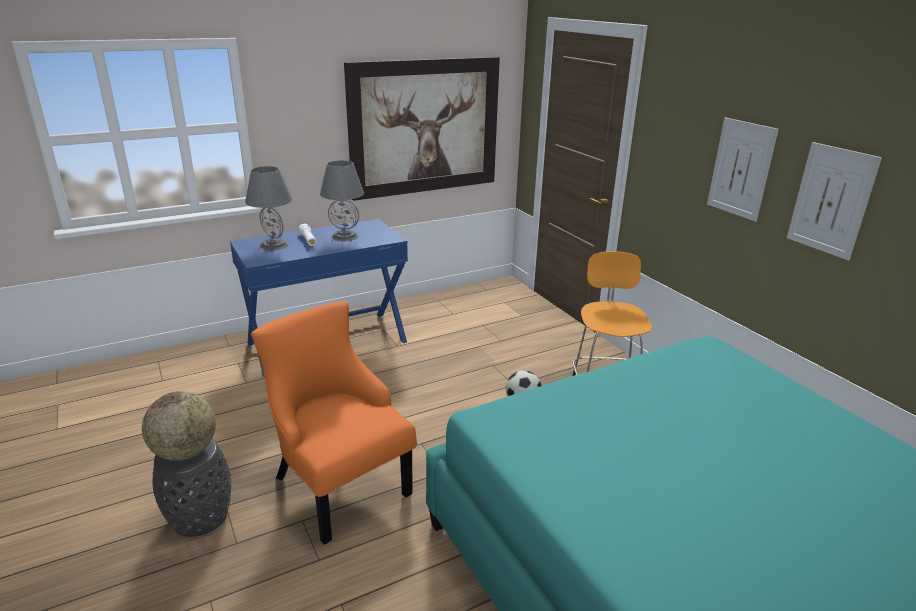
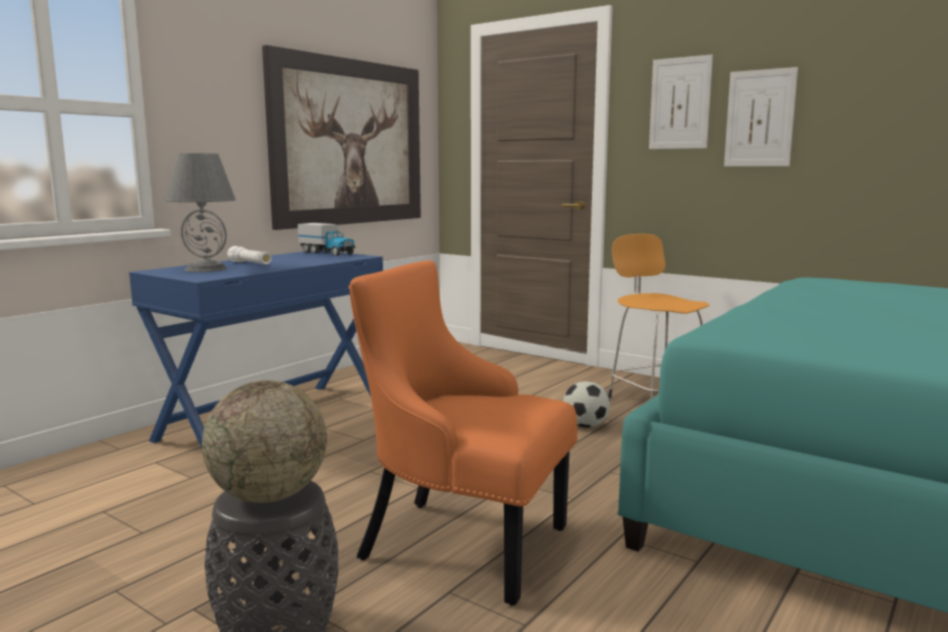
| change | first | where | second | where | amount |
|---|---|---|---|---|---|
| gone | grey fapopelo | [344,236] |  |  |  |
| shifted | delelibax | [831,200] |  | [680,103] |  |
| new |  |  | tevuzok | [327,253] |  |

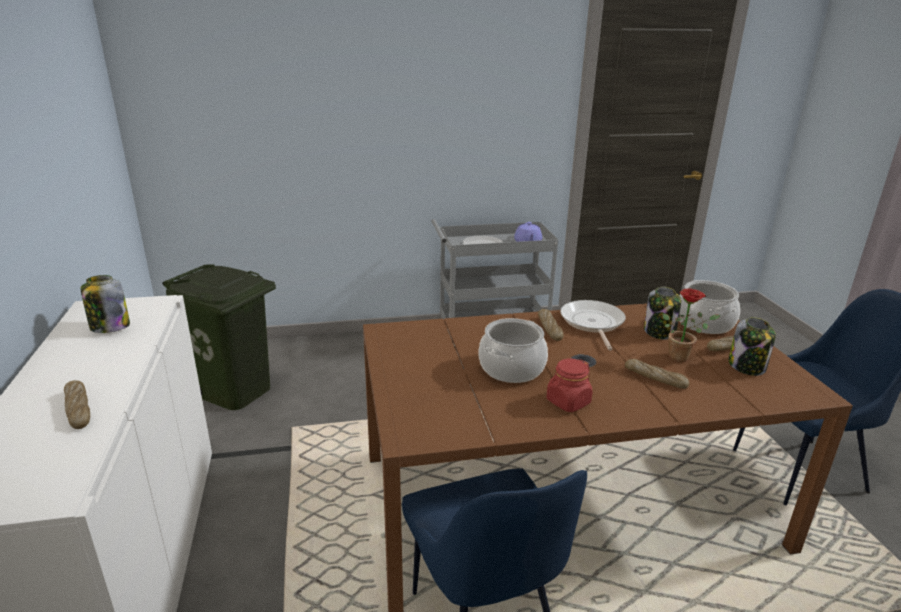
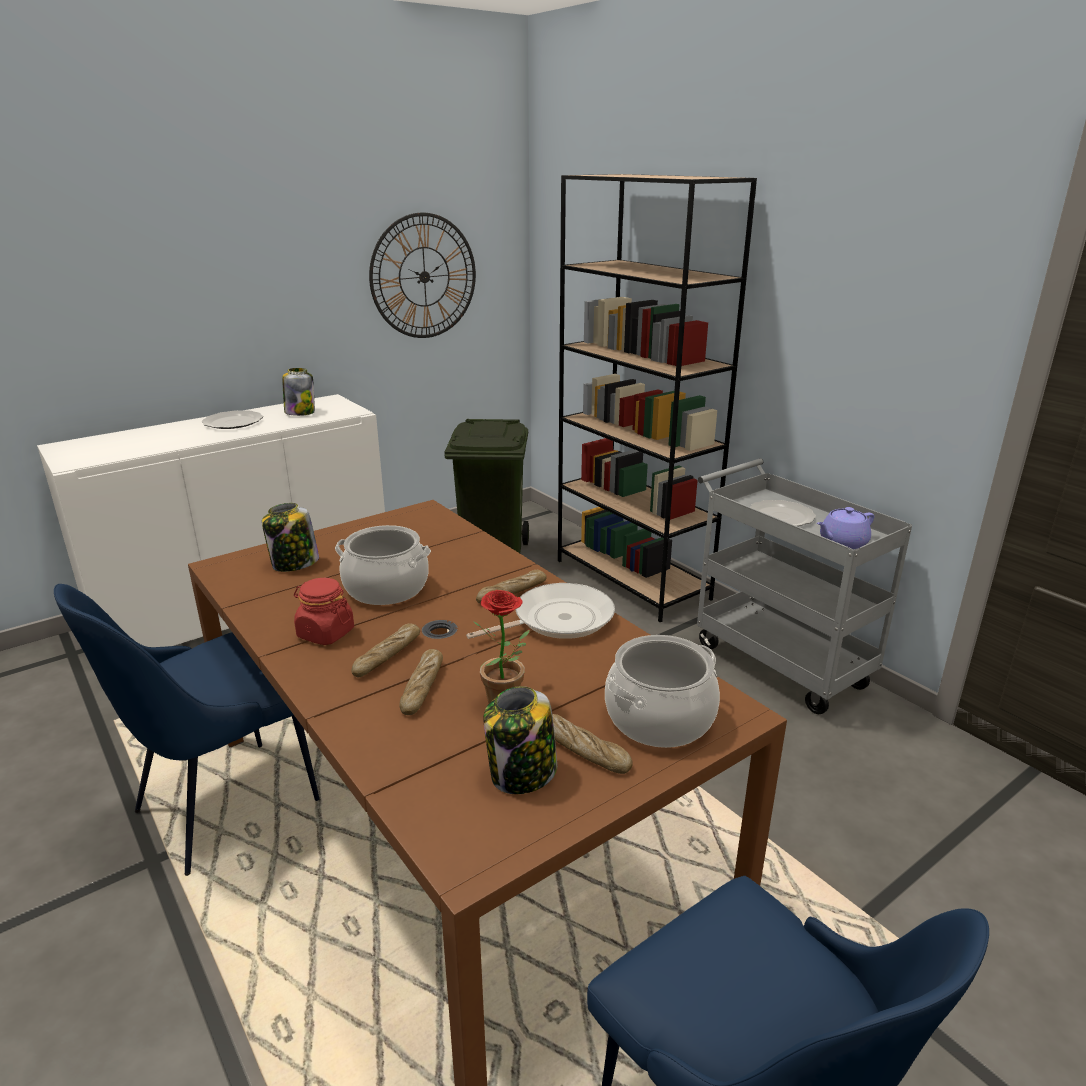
| change | first | where | second | where | amount |
|---|---|---|---|---|---|
| shifted | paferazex | [78,409] |  | [387,656] |  |
| shifted | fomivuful | [659,332] |  | [294,564] |  |
| new |  |  | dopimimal | [233,422] |  |
| new |  |  | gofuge | [424,277] |  |
| new |  |  | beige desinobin | [633,579] |  |

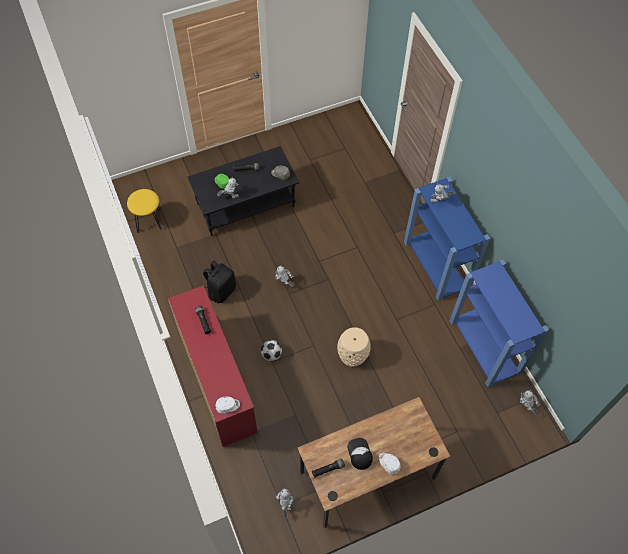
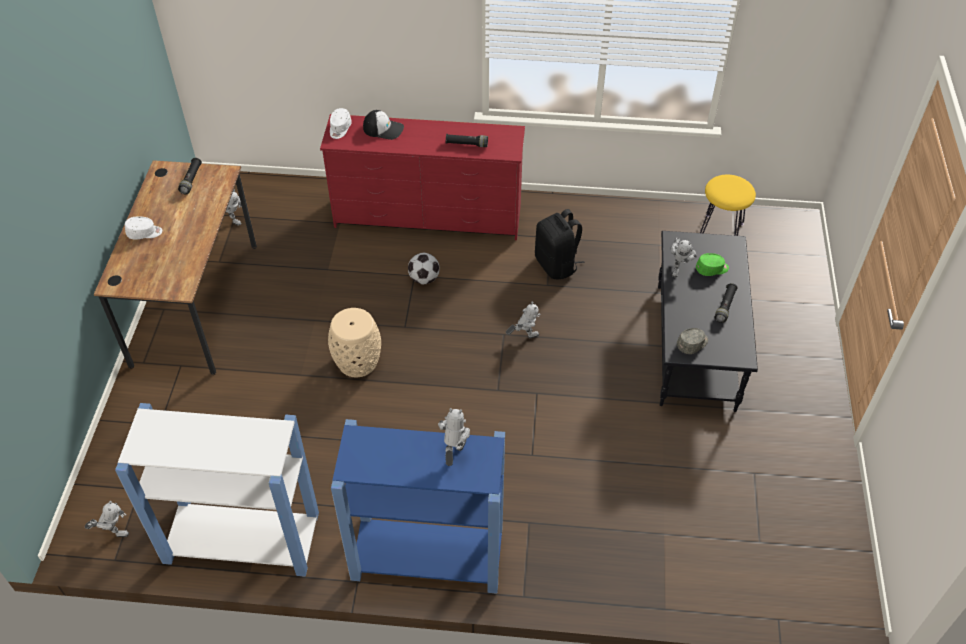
| change | first | where | second | where | amount |
|---|---|---|---|---|---|
| shifted | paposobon | [359,454] |  | [383,129] |  |
| repainted | blue desinobin | [485,346] | white desinobin | [241,537] |  |

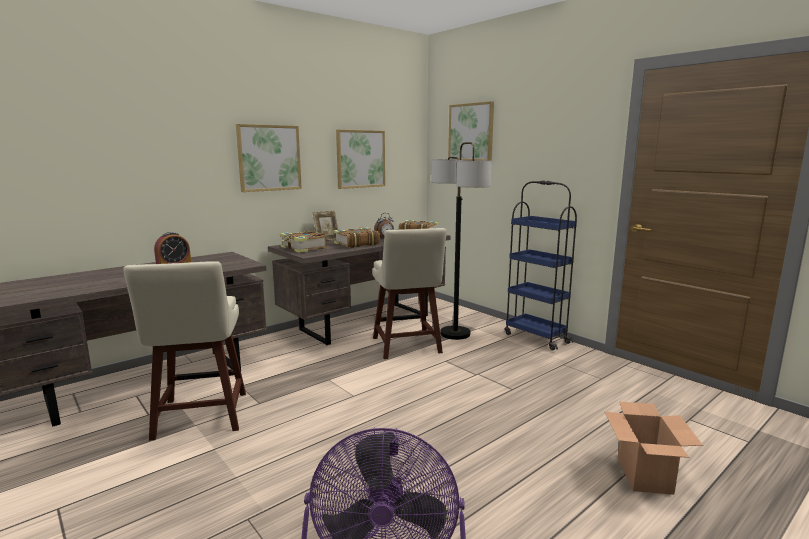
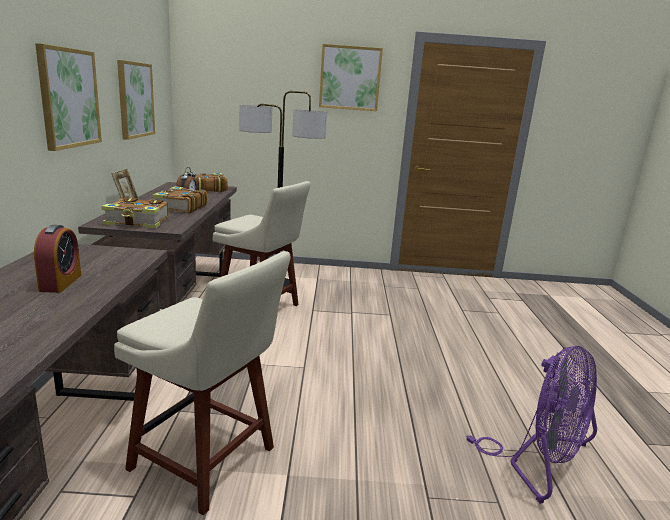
| change | first | where | second | where | amount |
|---|---|---|---|---|---|
| shifted | delelibax | [471,132] |  | [350,78] |  |
| gone | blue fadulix | [536,338] |  |  |  |
| gone | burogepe | [645,476] |  |  |  |

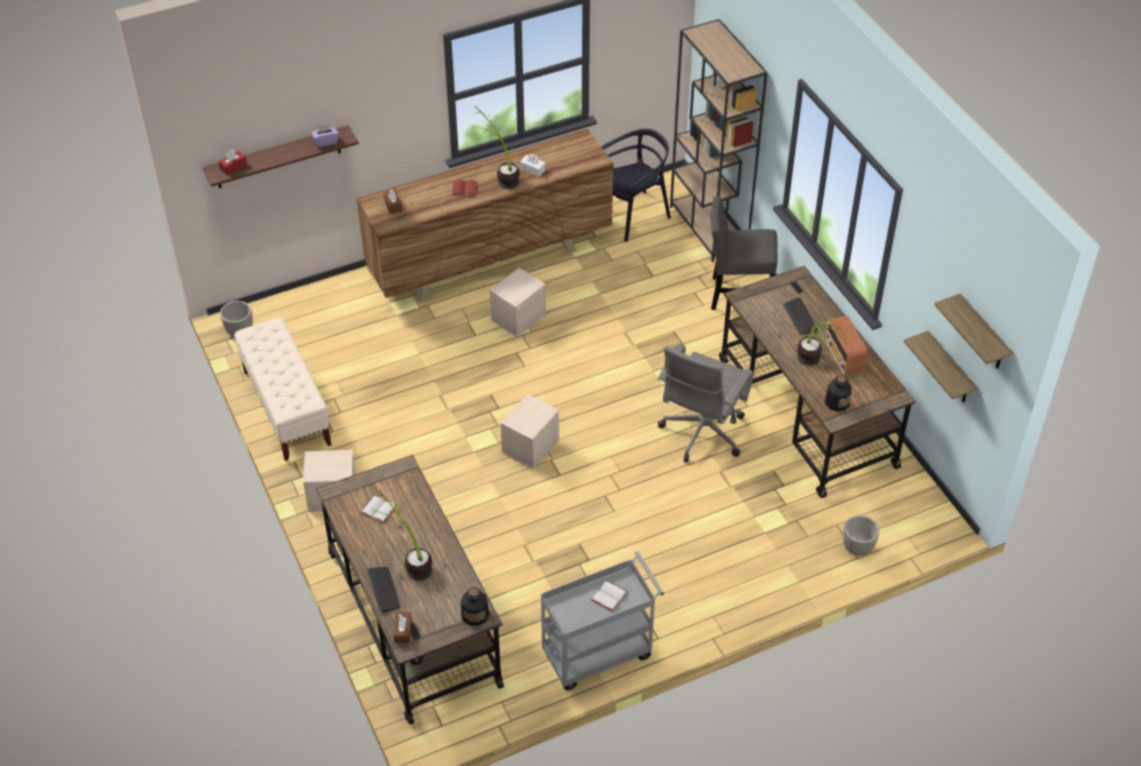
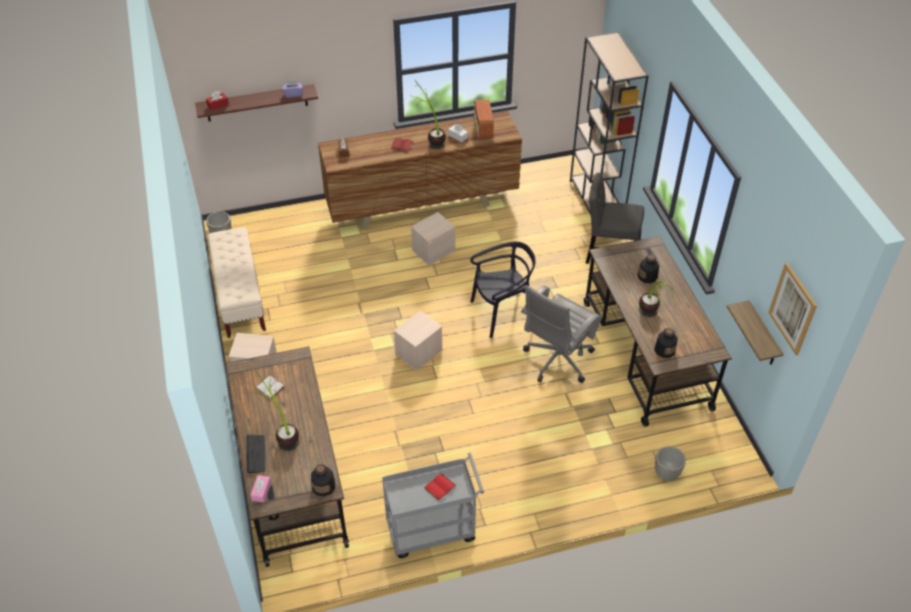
| change | first | where | second | where | amount |
|---|---|---|---|---|---|
| repainted | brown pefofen | [403,631] | pink pefofen | [261,491] |  |
| repainted | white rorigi | [608,595] | red rorigi | [439,486] |  |
| shifted | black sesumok | [632,215] |  | [502,313] |  |
| swapped | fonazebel | [800,317] | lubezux | [647,276] |  |
| shifted | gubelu | [843,358] |  | [483,129] |  |
| swapped | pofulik | [983,335] | delelibax | [792,309] |  |

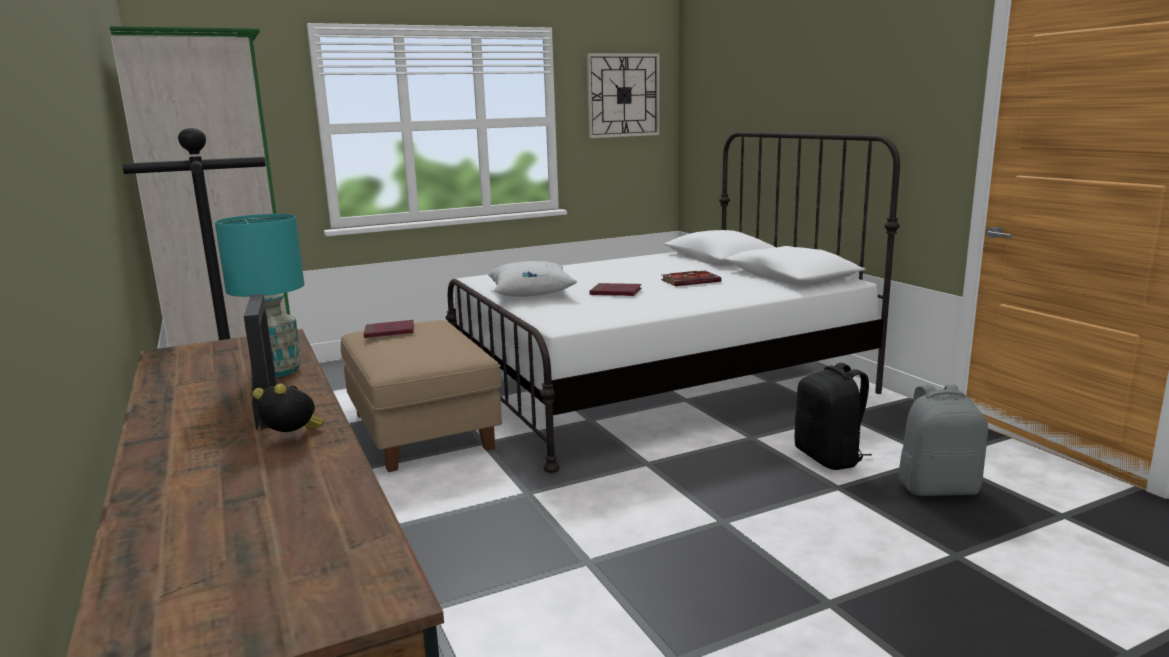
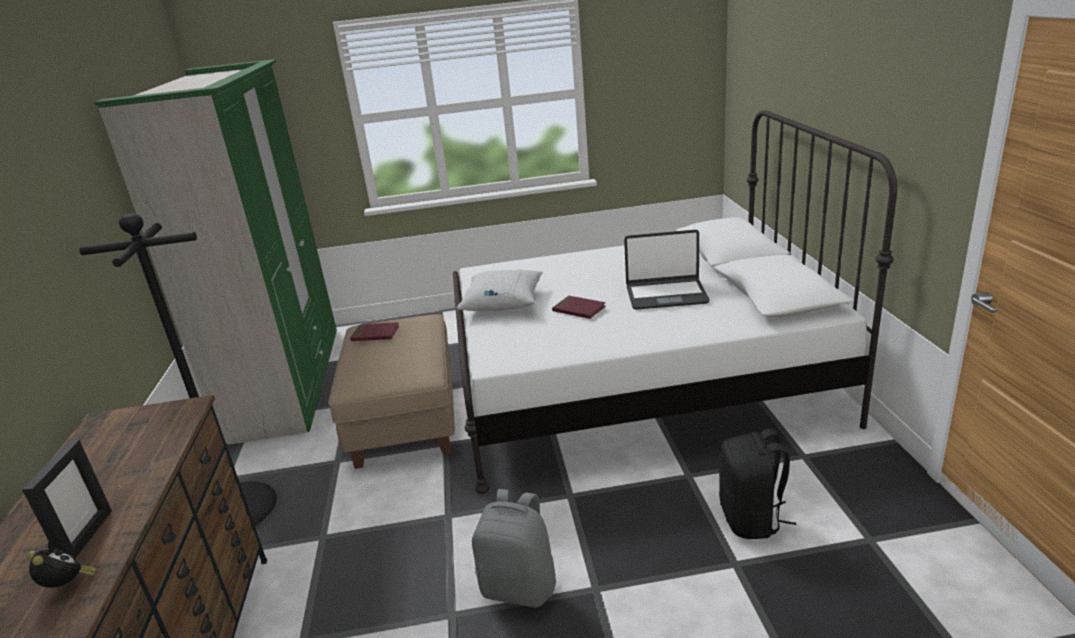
| change | first | where | second | where | amount |
|---|---|---|---|---|---|
| gone | turquoise fapopelo | [276,371] |  |  |  |
| gone | gofuge | [623,95] |  |  |  |
| swapped | rorigi | [691,281] | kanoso | [666,295] |  |
| shifted | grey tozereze | [937,488] |  | [520,587] |  |

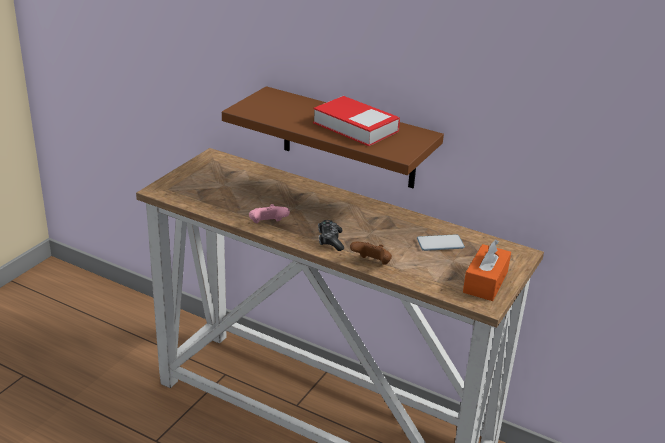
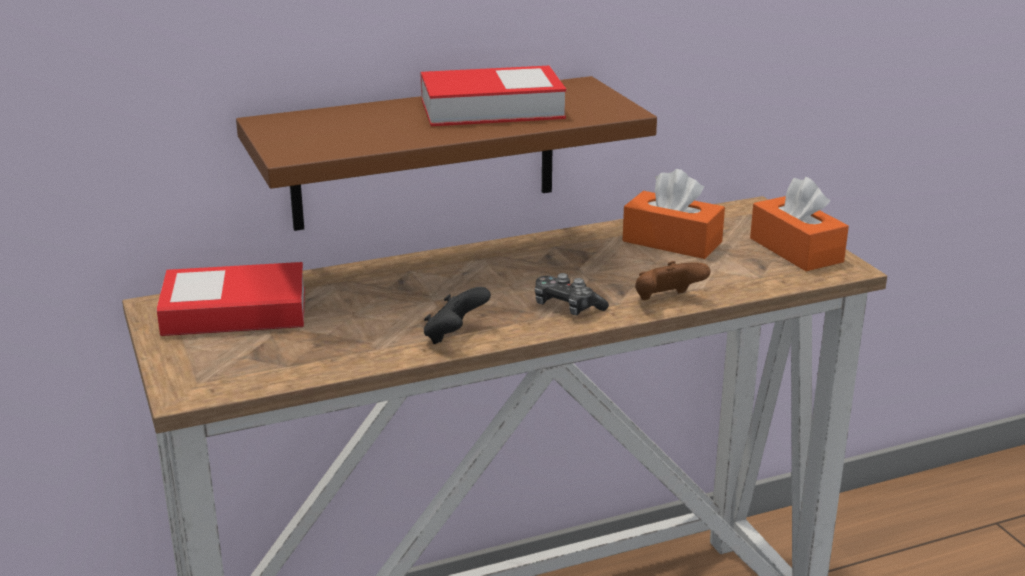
| change | first | where | second | where | amount |
|---|---|---|---|---|---|
| repainted | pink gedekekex | [268,225] | black gedekekex | [454,336] |  |
| swapped | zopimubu | [440,244] | orange pefofen | [672,242] |  |
| new |  |  | rorigi | [235,312] |  |

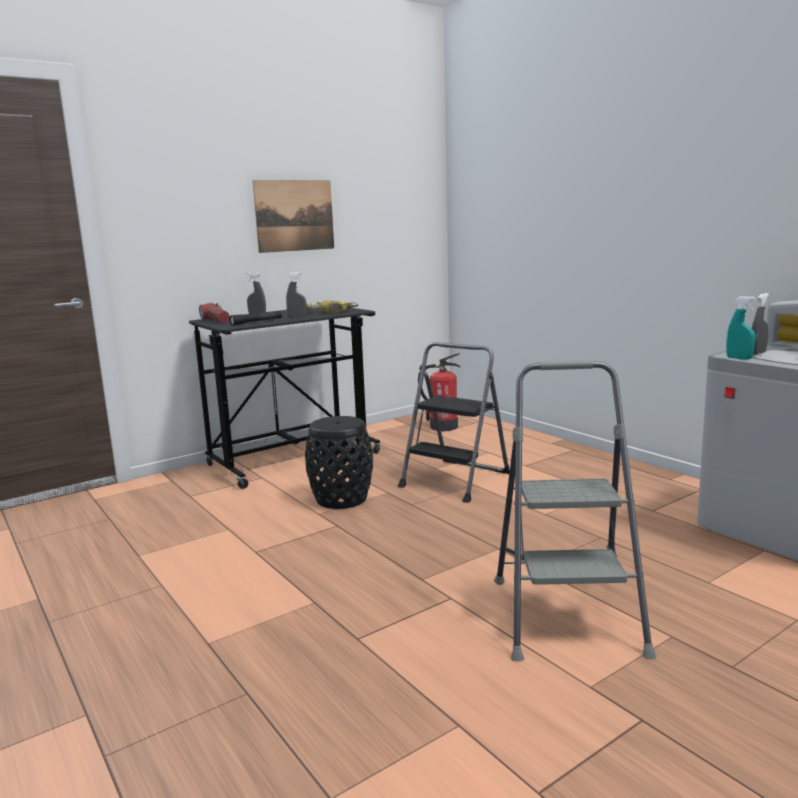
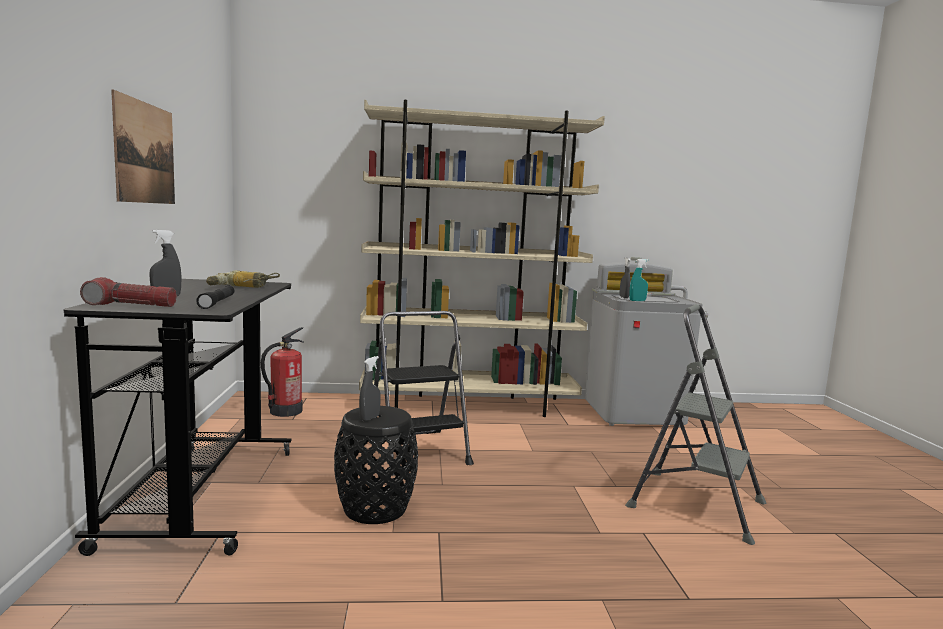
| change | first | where | second | where | amount |
|---|---|---|---|---|---|
| shifted | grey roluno | [297,317] |  | [369,418] |  |
| new |  |  | beige desinobin | [469,405] |  |

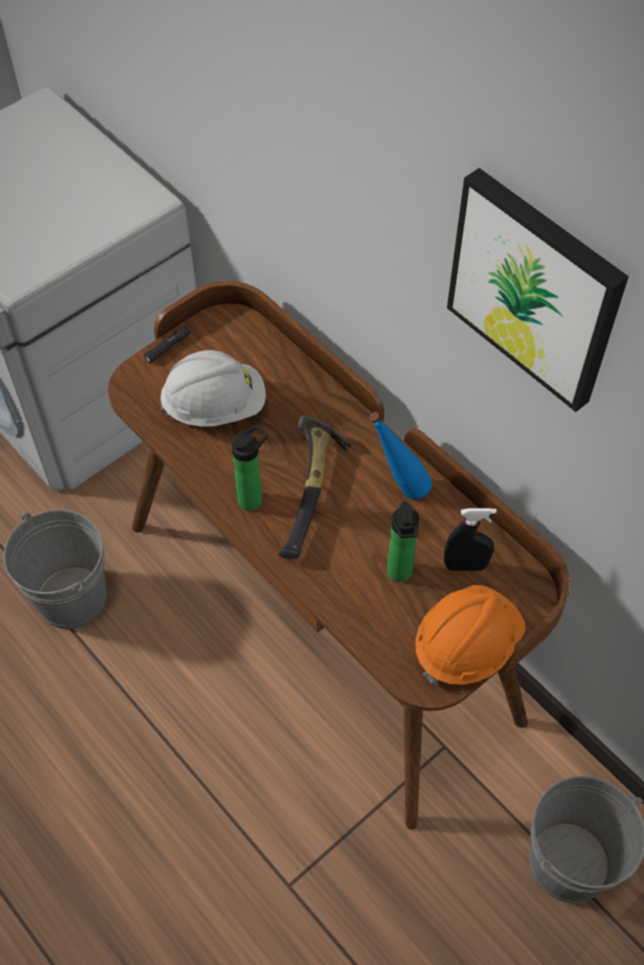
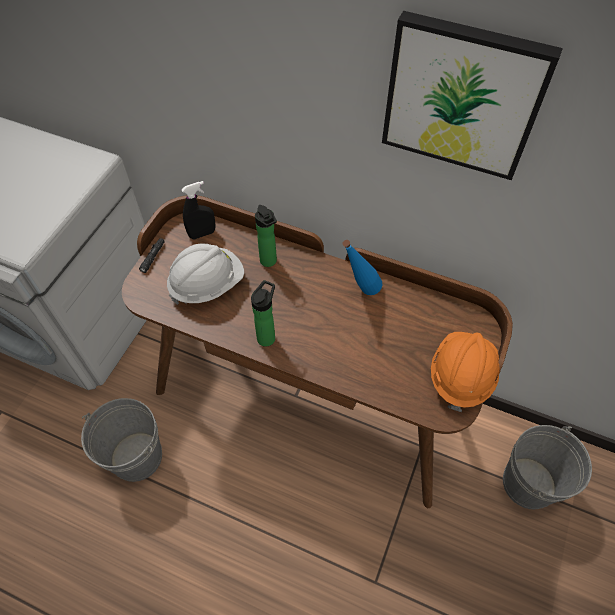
| change | first | where | second | where | amount |
|---|---|---|---|---|---|
| gone | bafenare | [313,493] |  |  |  |
| shifted | lubezux | [400,575] |  | [269,262] |  |
| shifted | black roluno | [465,565] |  | [202,234] |  |

